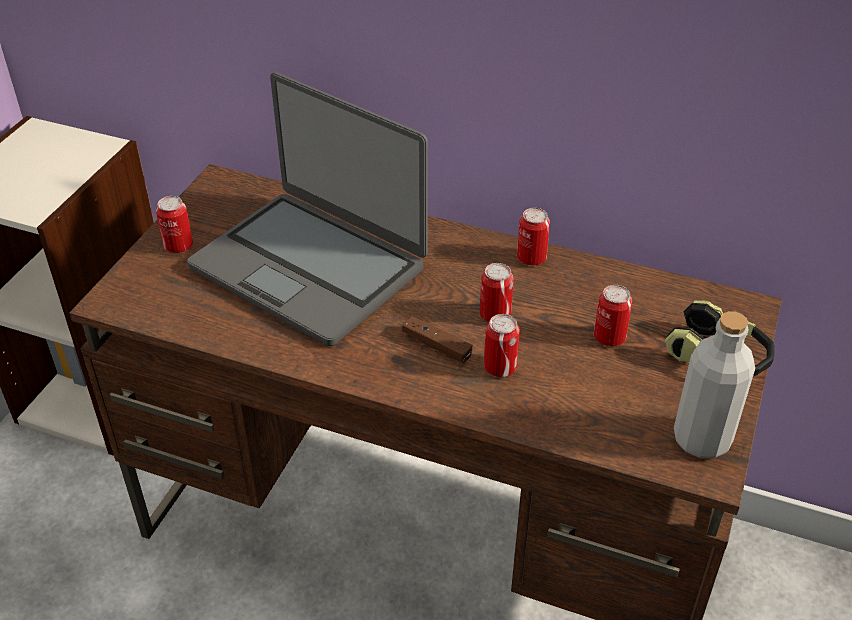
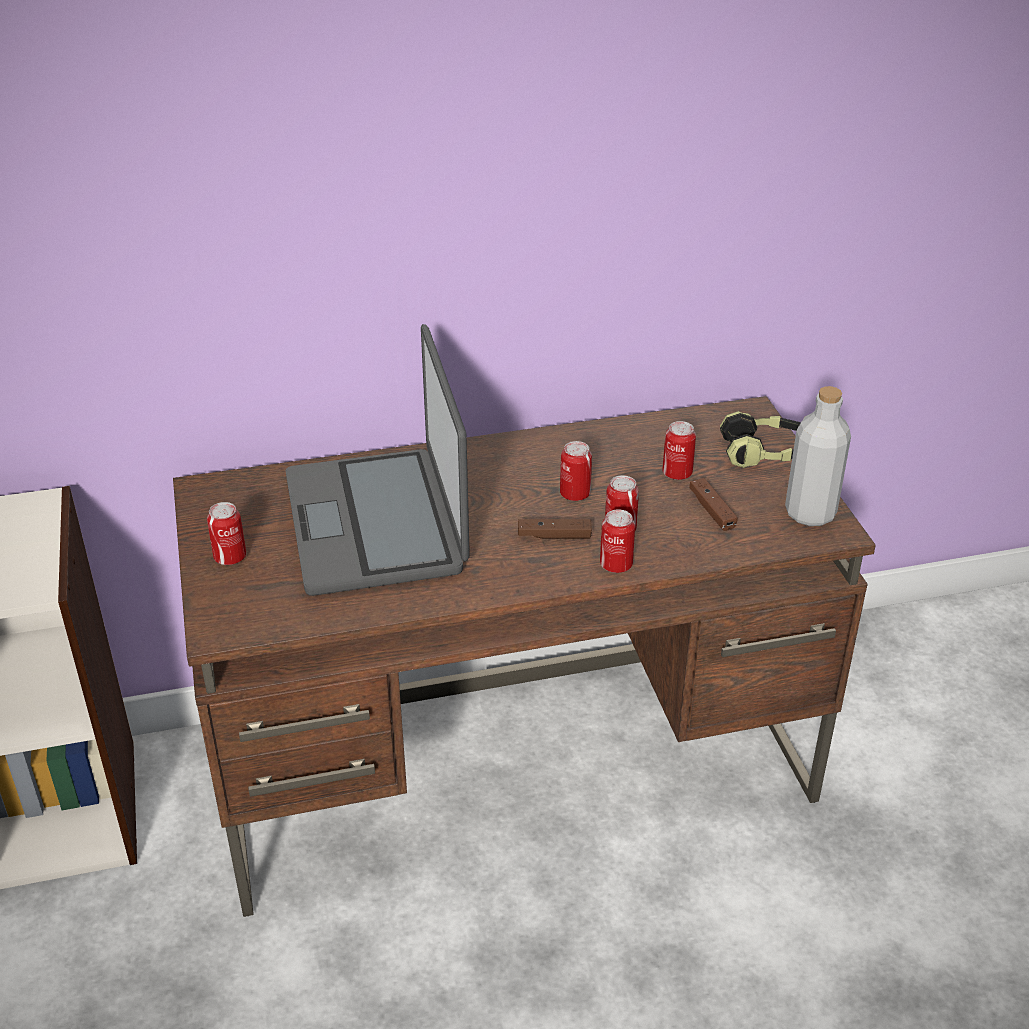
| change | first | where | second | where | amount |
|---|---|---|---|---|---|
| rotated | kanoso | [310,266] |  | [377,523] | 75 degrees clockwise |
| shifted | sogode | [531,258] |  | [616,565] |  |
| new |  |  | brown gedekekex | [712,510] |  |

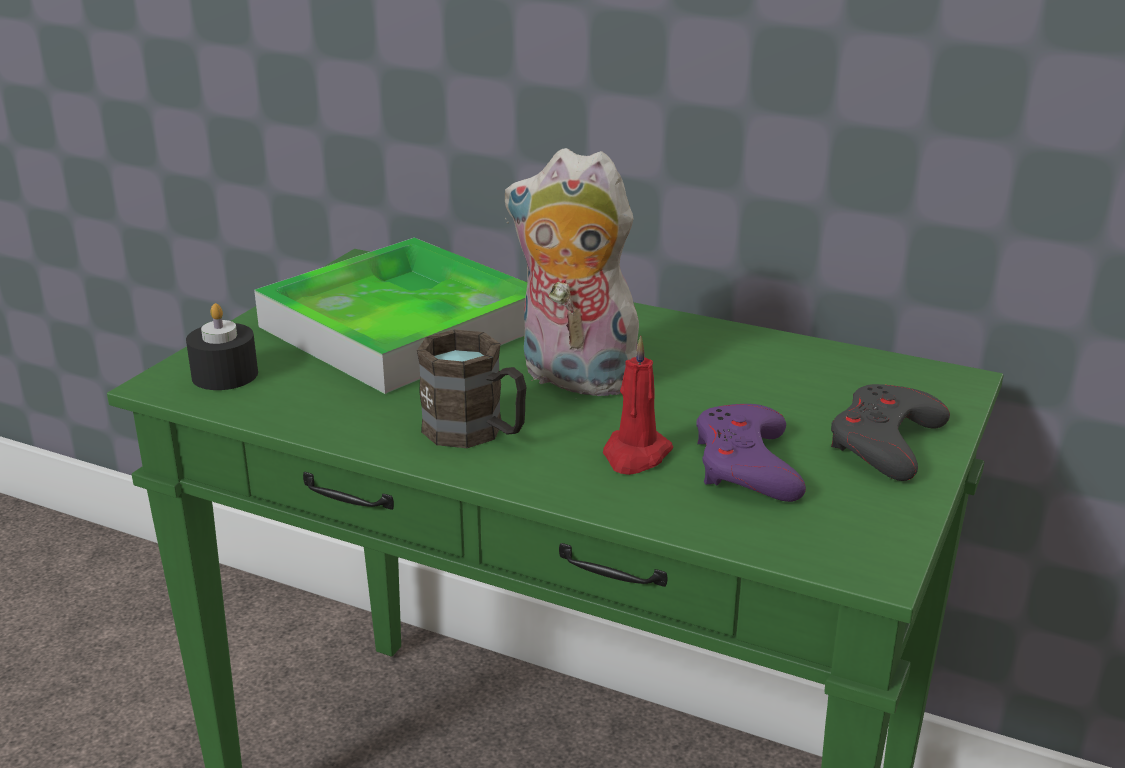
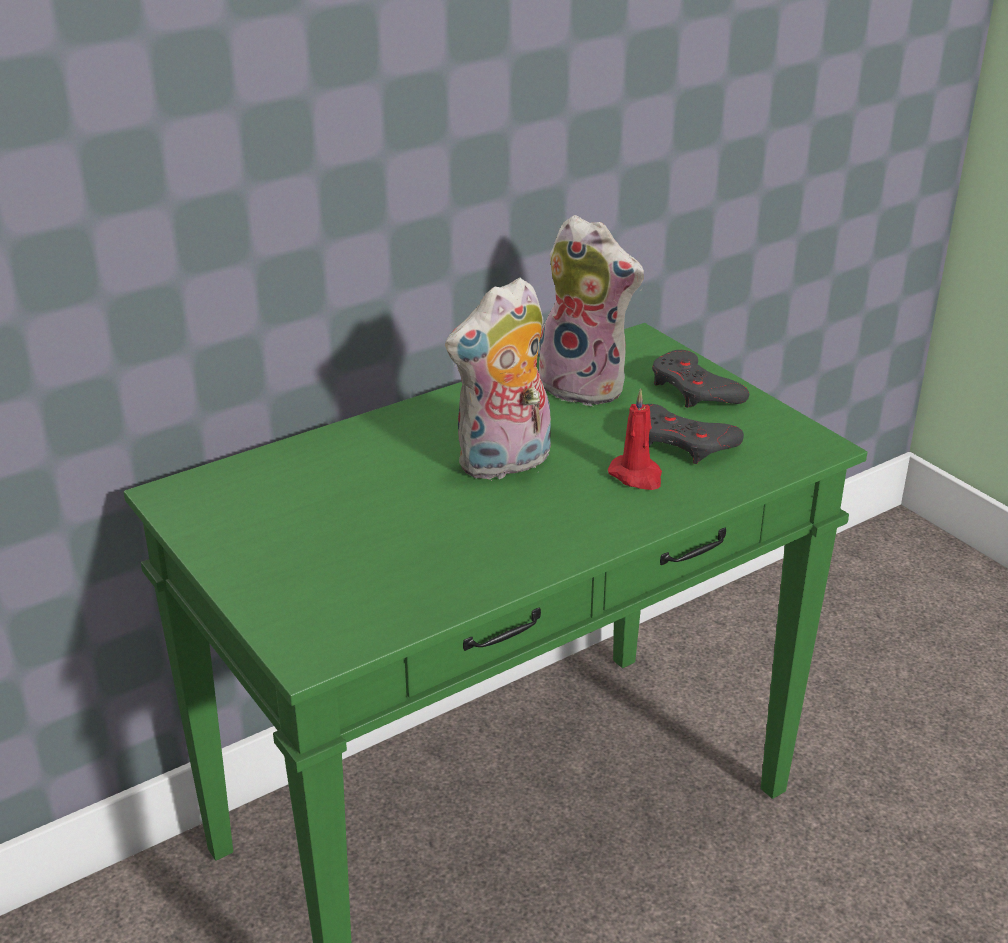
| change | first | where | second | where | amount |
|---|---|---|---|---|---|
| gone | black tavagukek | [225,375] |  |  |  |
| gone | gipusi | [402,327] |  |  |  |
| gone | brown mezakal | [476,433] |  |  |  |
| repainted | purple gedekekex | [746,465] | grey gedekekex | [682,442] |  |
| new |  |  | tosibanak | [587,385] |  |

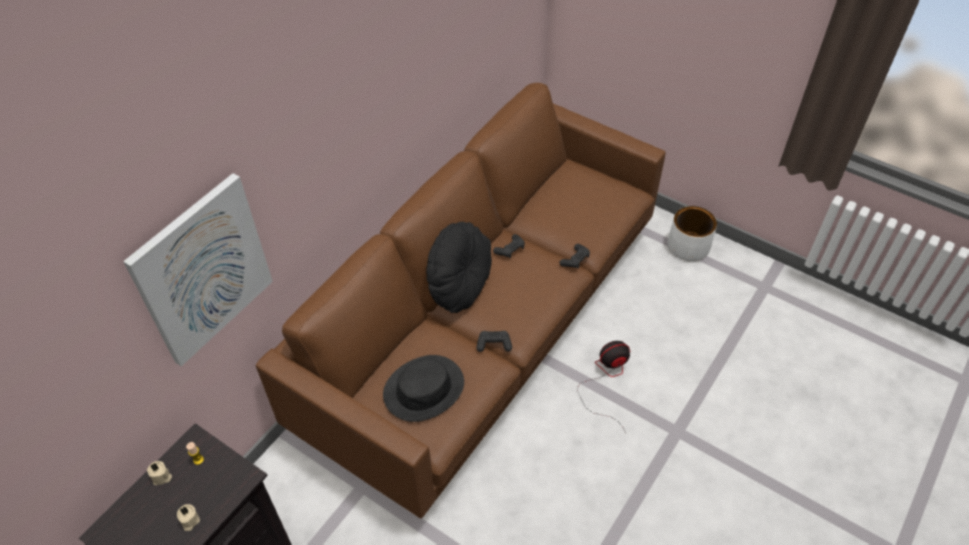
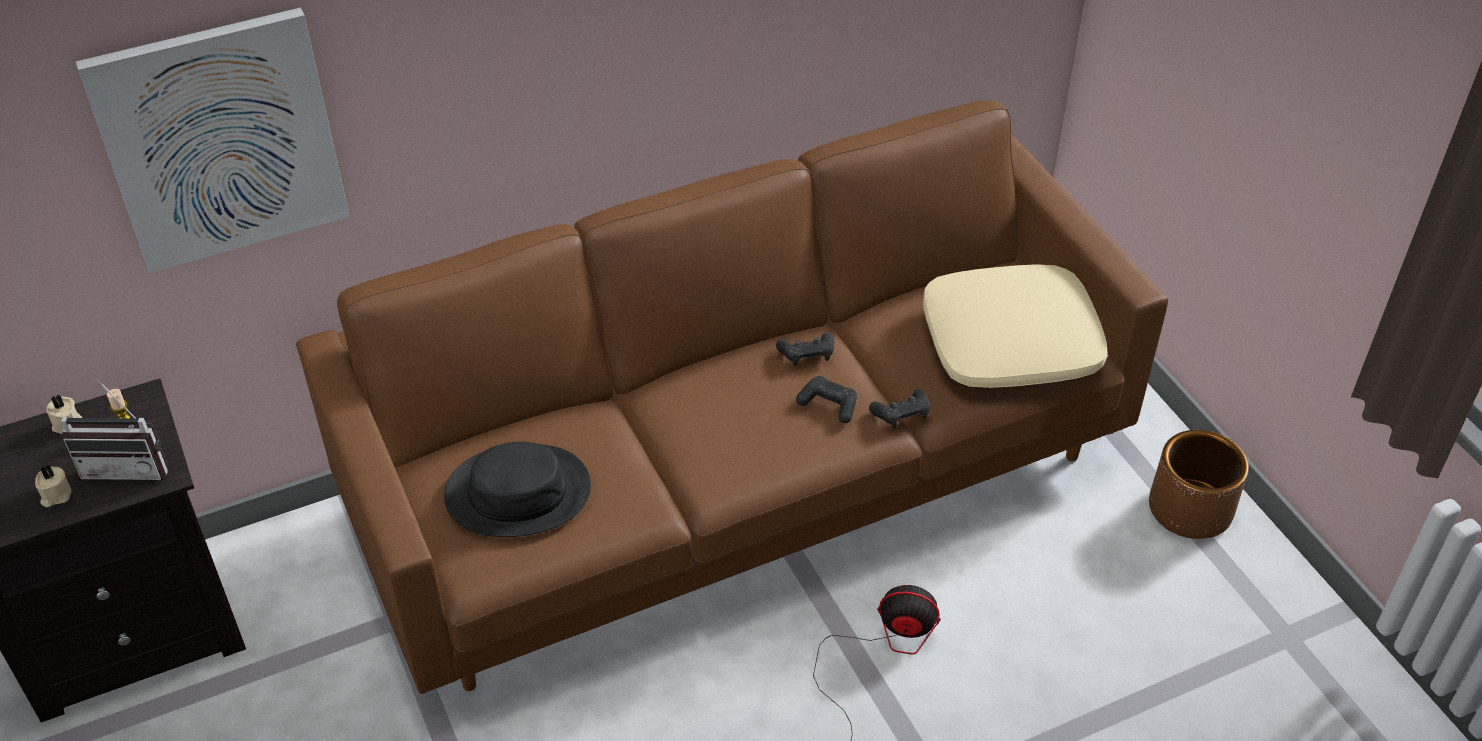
| change | first | where | second | where | amount |
|---|---|---|---|---|---|
| gone | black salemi | [460,290] |  |  |  |
| shifted | black gedekekex | [494,344] |  | [828,405] |  |
| repainted | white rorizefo | [688,246] | brown rorizefo | [1191,509] |  |
| new |  |  | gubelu | [129,465] |  |
| new |  |  | beige salemi | [1010,341] |  |

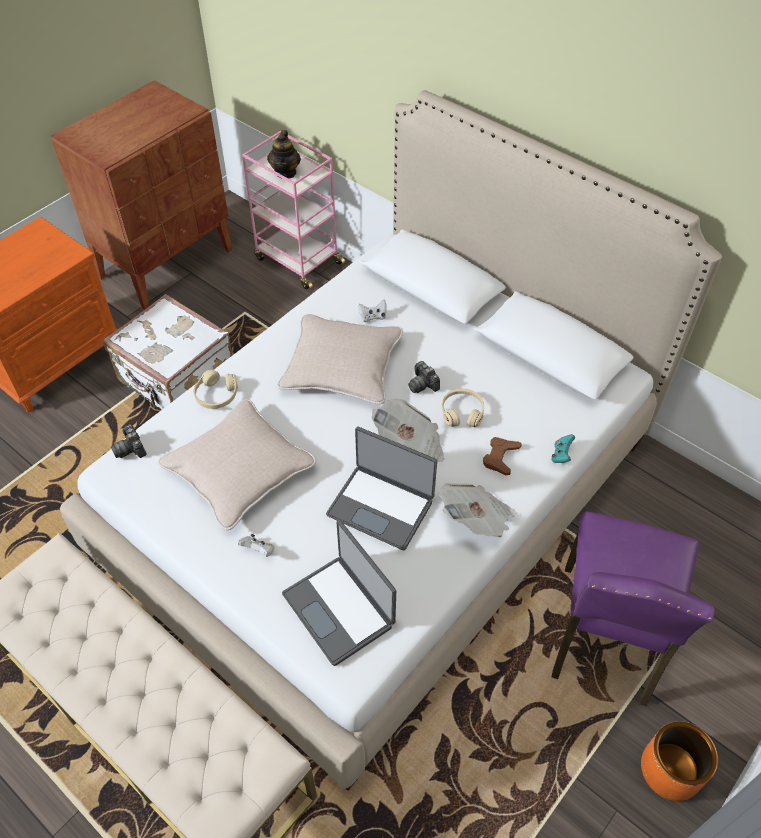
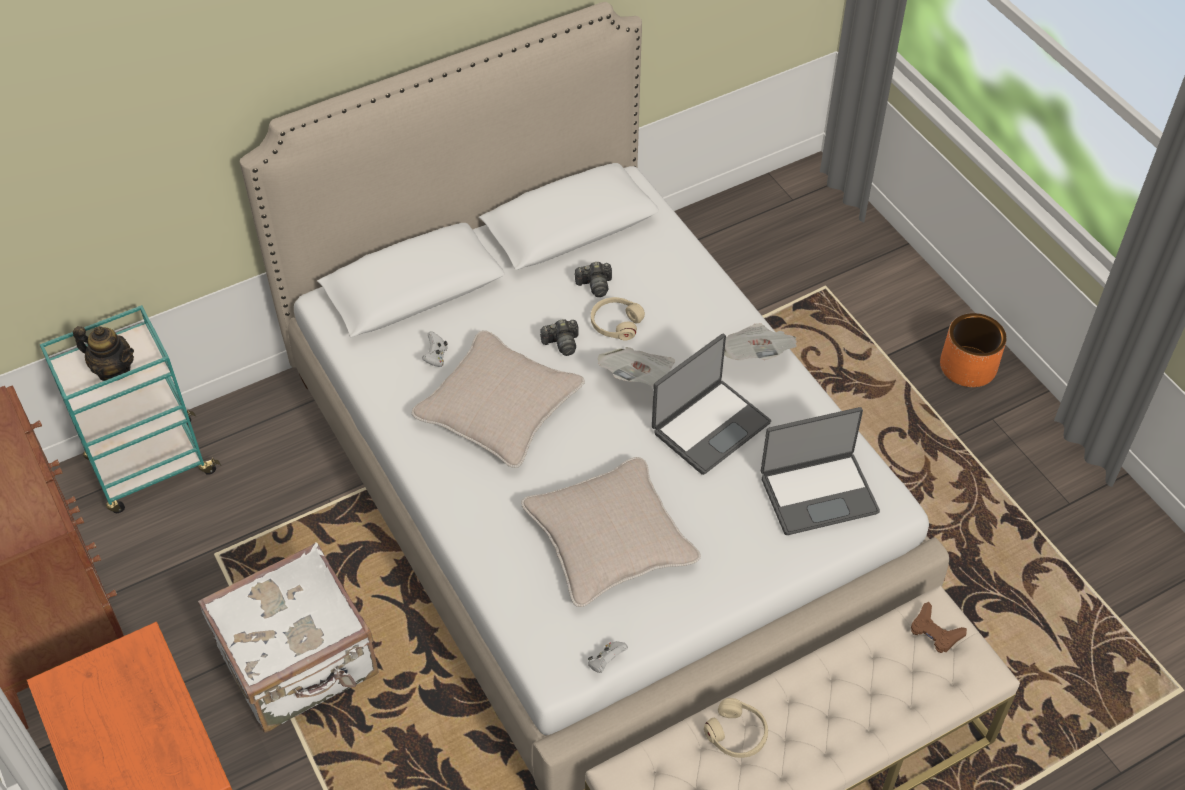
| change | first | where | second | where | amount |
|---|---|---|---|---|---|
| shifted | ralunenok | [131,448] |  | [595,285] |  |
| shifted | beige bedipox | [216,395] |  | [737,734] |  |
| shifted | white gedekekex | [258,550] |  | [606,662] |  |
| repainted | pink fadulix | [297,260] | turquoise fadulix | [150,468] |  |
| shifted | brown gedekekex | [500,457] |  | [935,632] |  |
| gone | turquoise gedekekex | [561,455] |  |  |  |
| gone | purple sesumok | [607,637] |  |  |  |

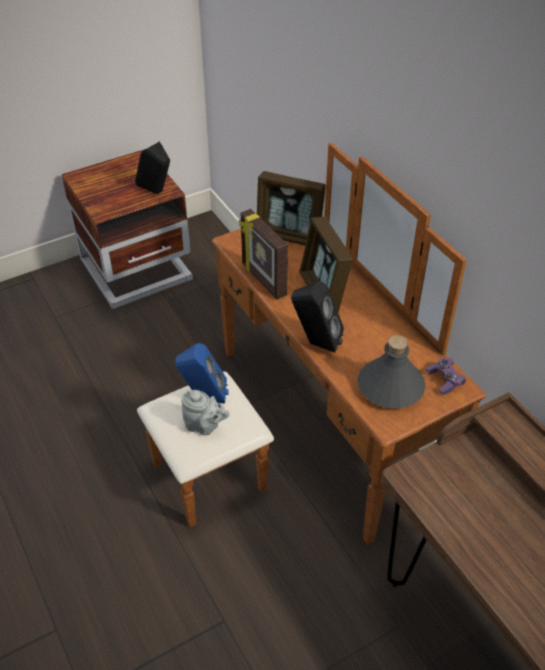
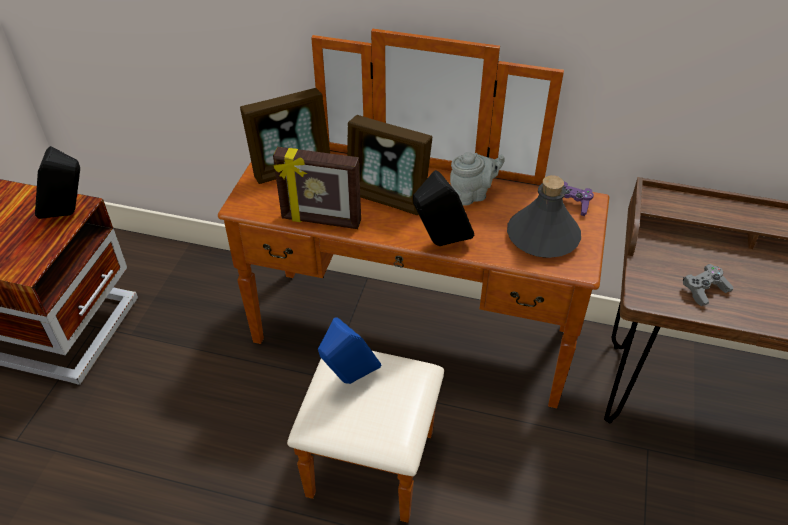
| change | first | where | second | where | amount |
|---|---|---|---|---|---|
| shifted | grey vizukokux | [204,426] |  | [472,195] |  |
| new |  |  | grey gedekekex | [704,290] |  |

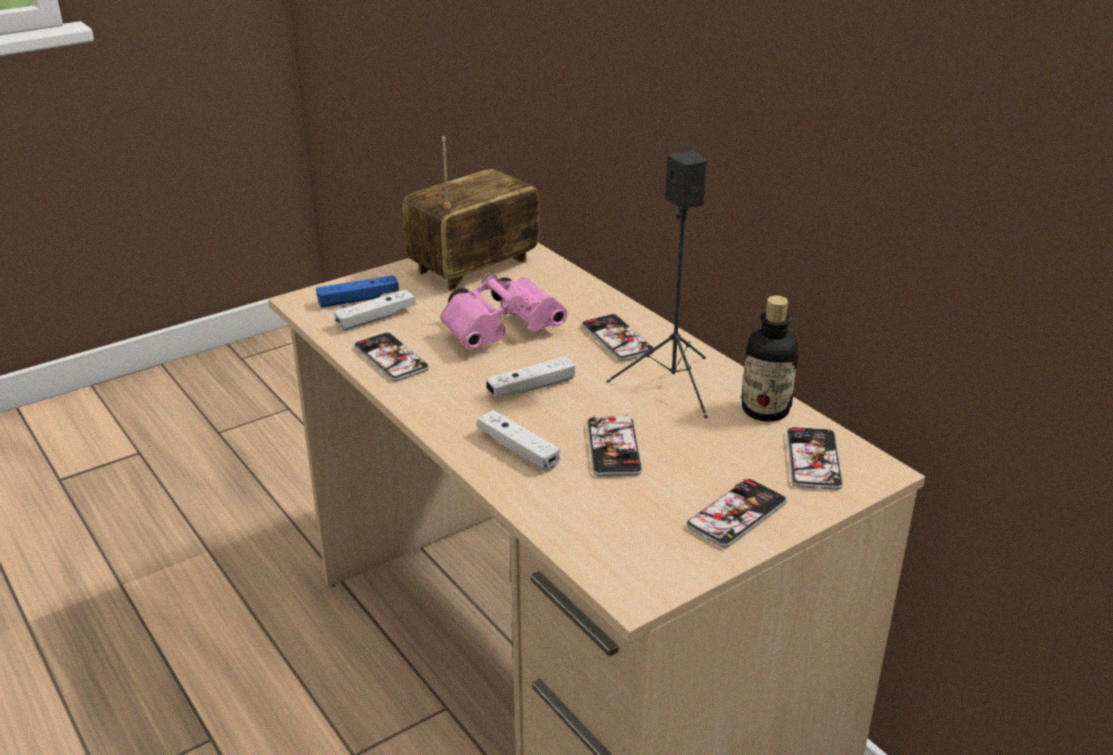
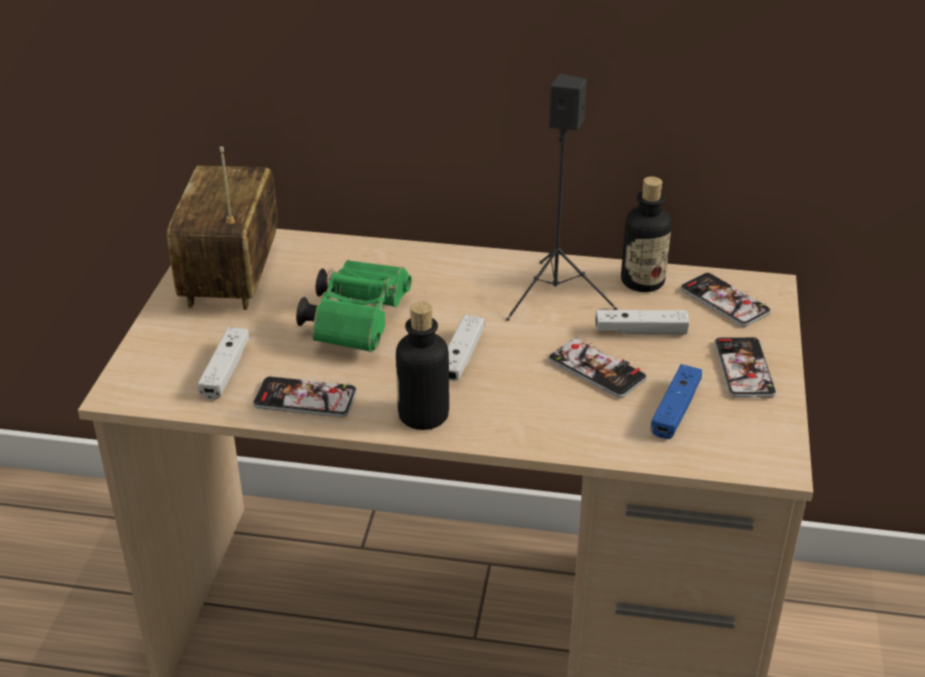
| change | first | where | second | where | amount |
|---|---|---|---|---|---|
| shifted | blue gedekekex | [358,299] |  | [675,410] |  |
| repainted | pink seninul | [504,331] | green seninul | [358,321] |  |
| shifted | white gedekekex | [518,450] |  | [640,331] |  |
| gone | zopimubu | [617,339] |  |  |  |
| new |  |  | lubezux | [423,415] |  |

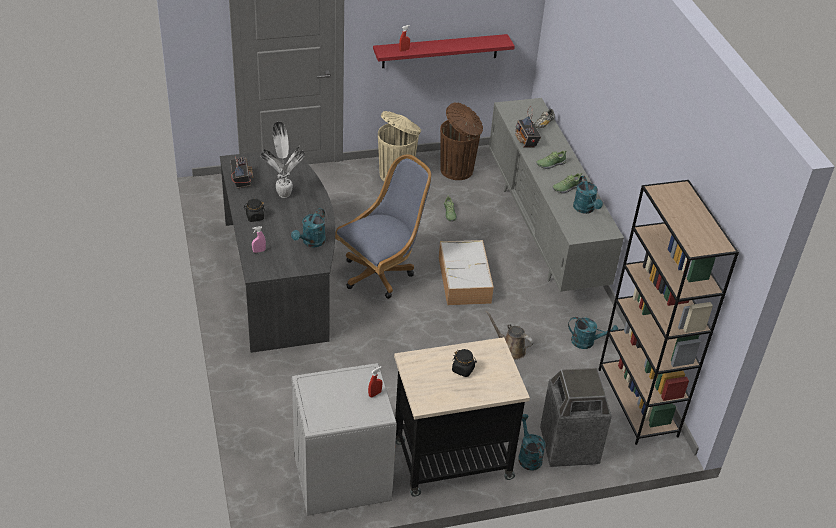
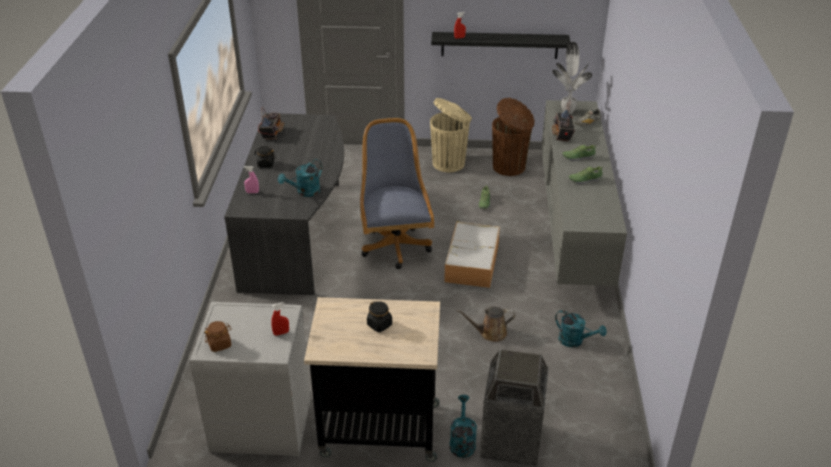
| change | first | where | second | where | amount |
|---|---|---|---|---|---|
| shifted | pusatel | [284,193] |  | [568,111] |  |
| rotated | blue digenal | [382,272] |  | [394,243] | 75 degrees counterclockwise |
| repainted | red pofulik | [440,51] | black pofulik | [499,45] |  |
| rotated | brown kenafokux | [510,349] |  | [490,333] | 60 degrees counterclockwise |
| gone | turquoise kenafokux | [585,209] |  |  |  |
| gone | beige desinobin | [638,403] |  |  |  |
| new |  |  | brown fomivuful | [220,344] |  |

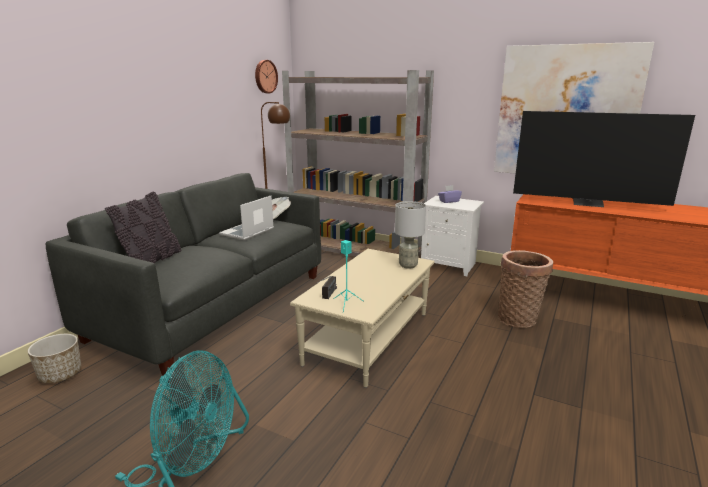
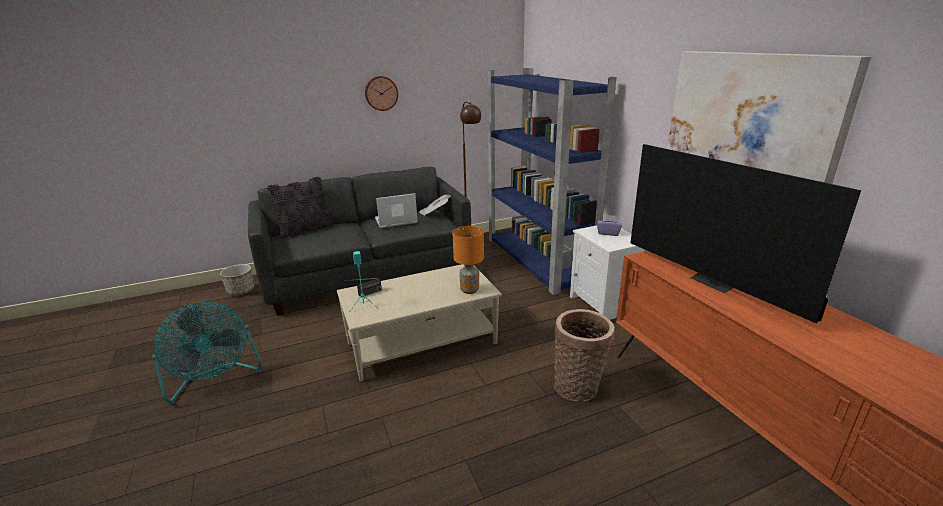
| change | first | where | second | where | amount |
|---|---|---|---|---|---|
| shifted | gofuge | [265,76] |  | [381,93] |  |
| repainted | brown desinobin | [356,250] | blue desinobin | [537,260] |  |
| repainted | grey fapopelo | [407,265] | orange fapopelo | [469,290] |  |

